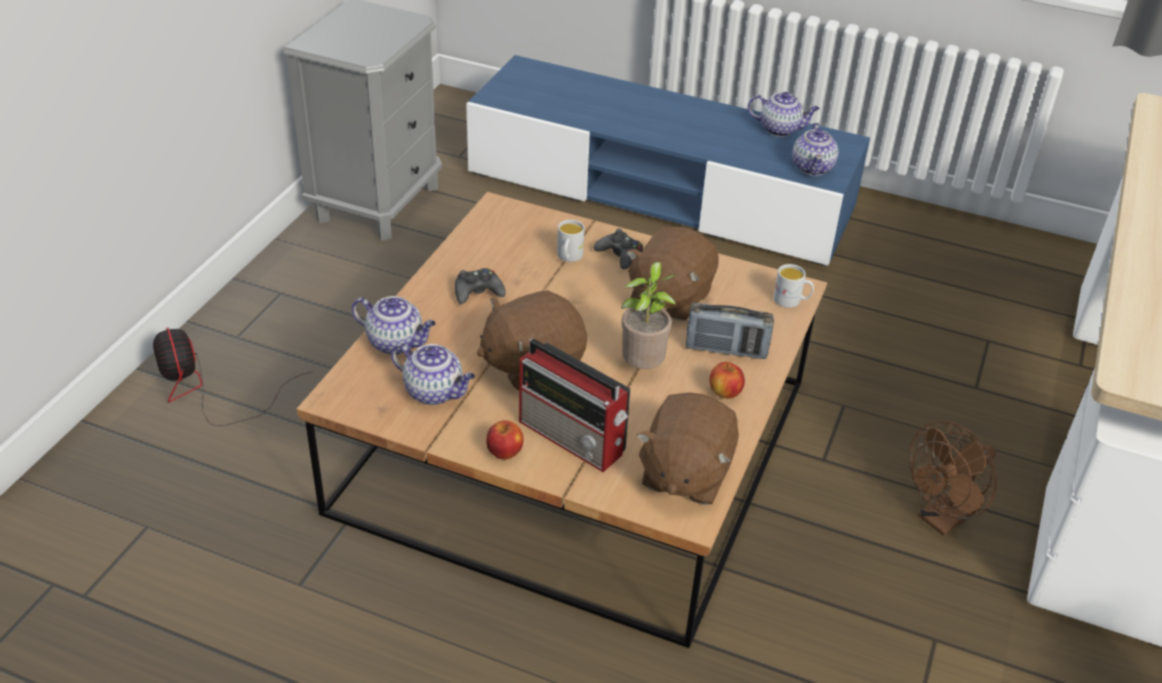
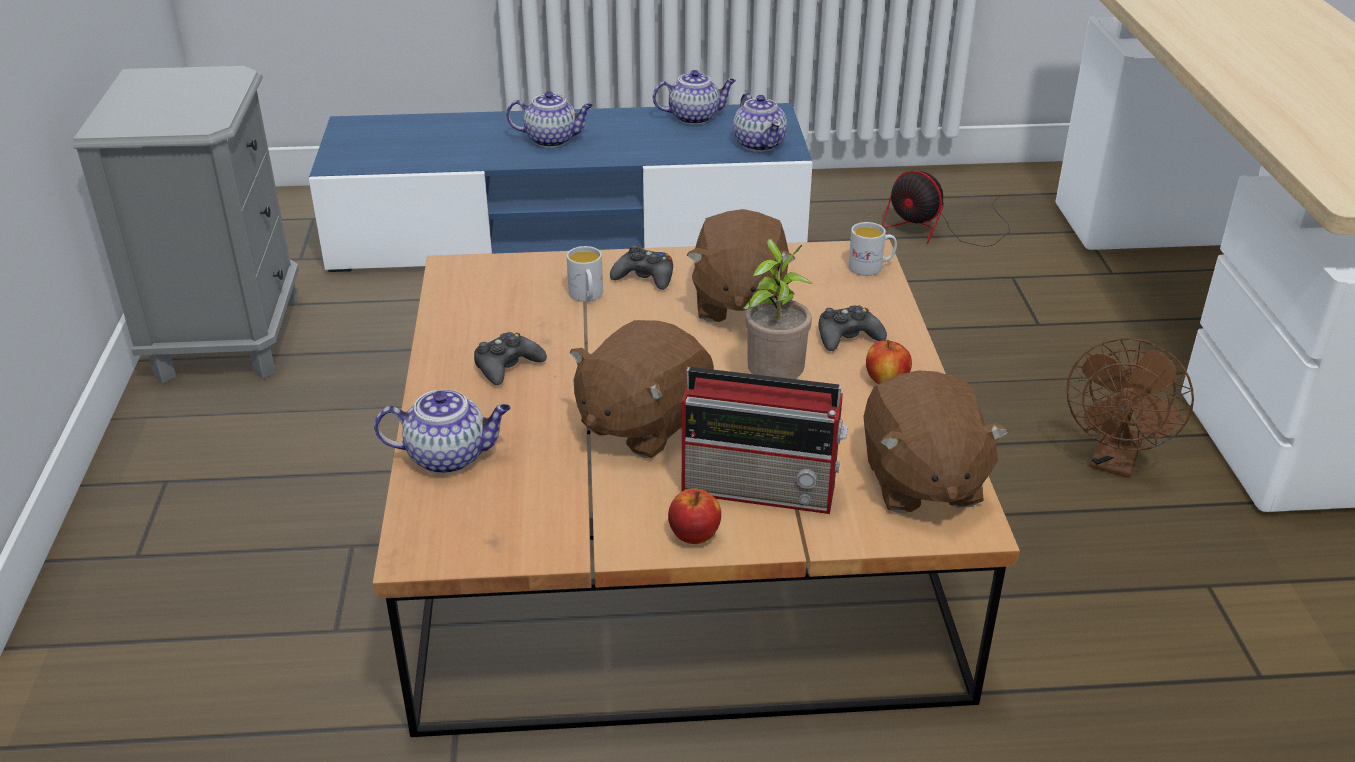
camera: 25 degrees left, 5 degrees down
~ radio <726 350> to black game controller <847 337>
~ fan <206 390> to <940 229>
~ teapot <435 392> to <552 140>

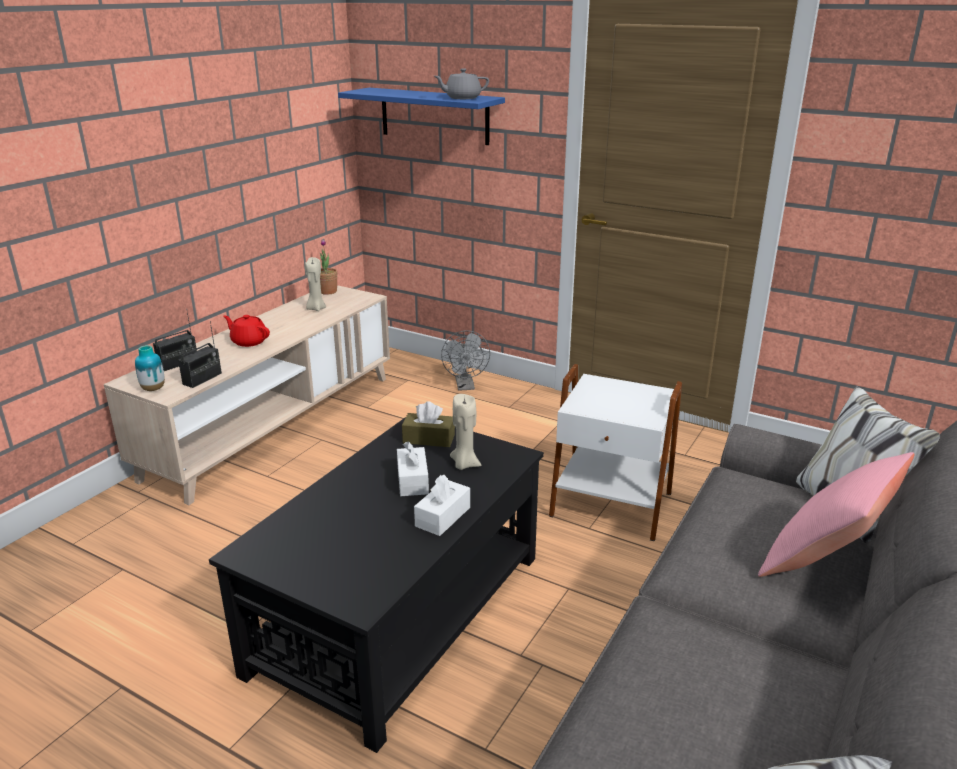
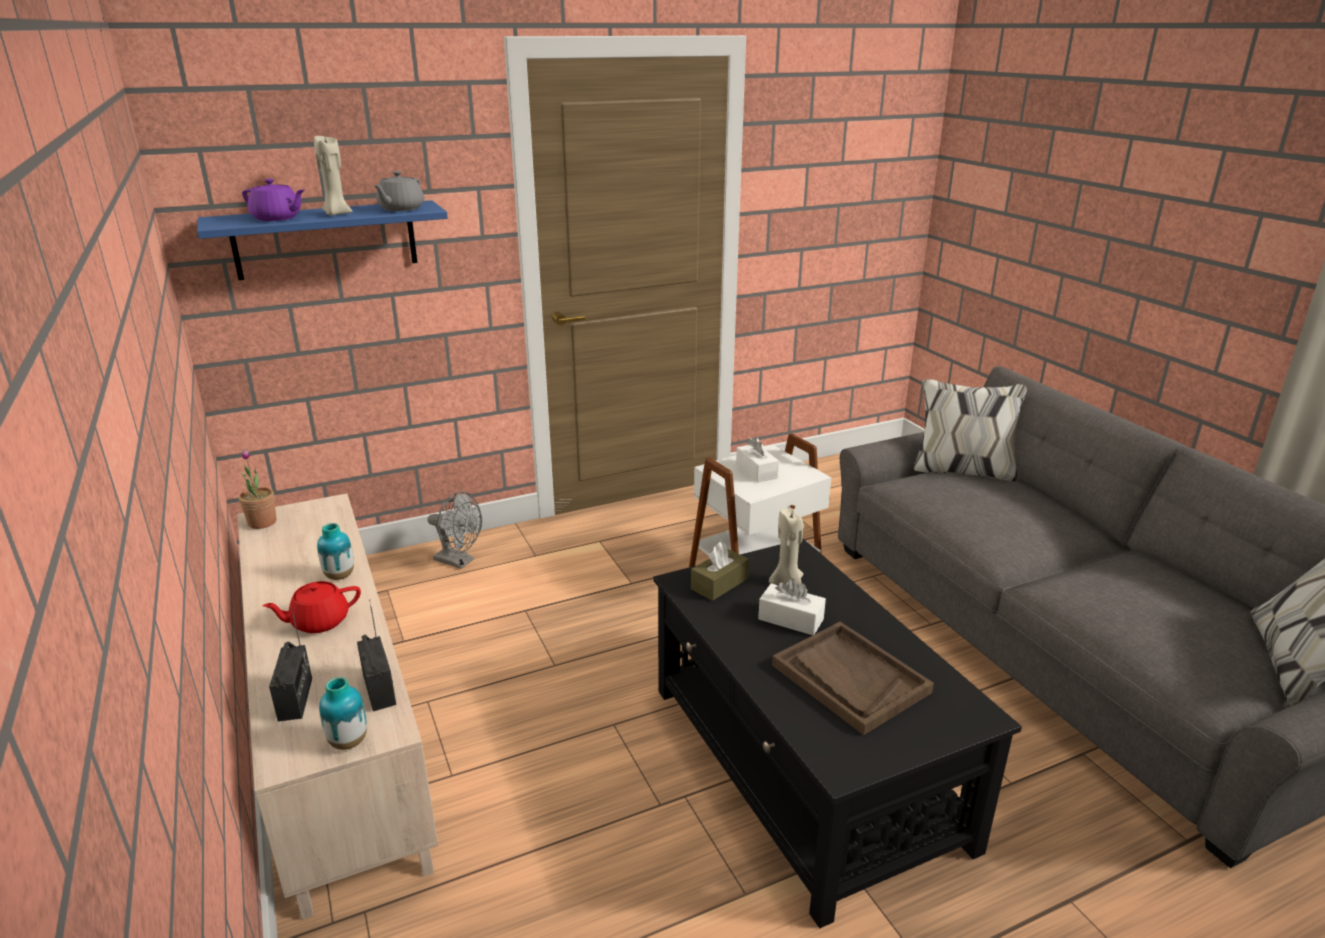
camera: 55 degrees left, 0 degrees up
~ beige candle <316 308> to <336 214>
- pink pillow <824 560>
~ white tissue box <443 517> to <756 471>
+ purple teapot <277 218>
+ vase <339 576>
+ brown tray <849 678>

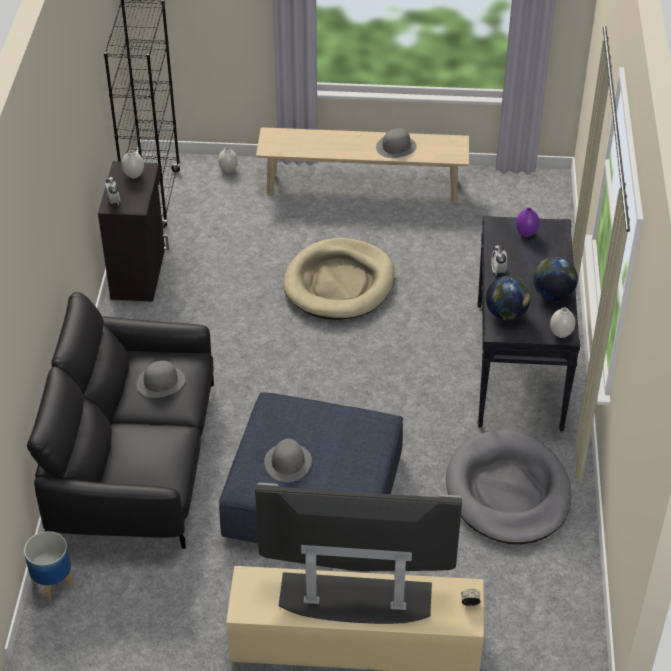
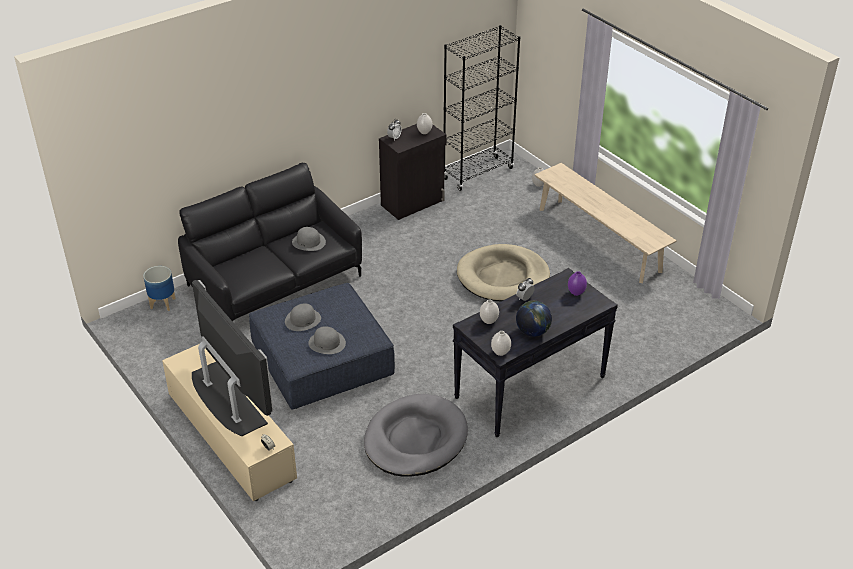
camera: 50 degrees right, 5 degrees down
~ grey hat <396 147> to <327 343>
~ globe <506 314> to white vase <489 321>

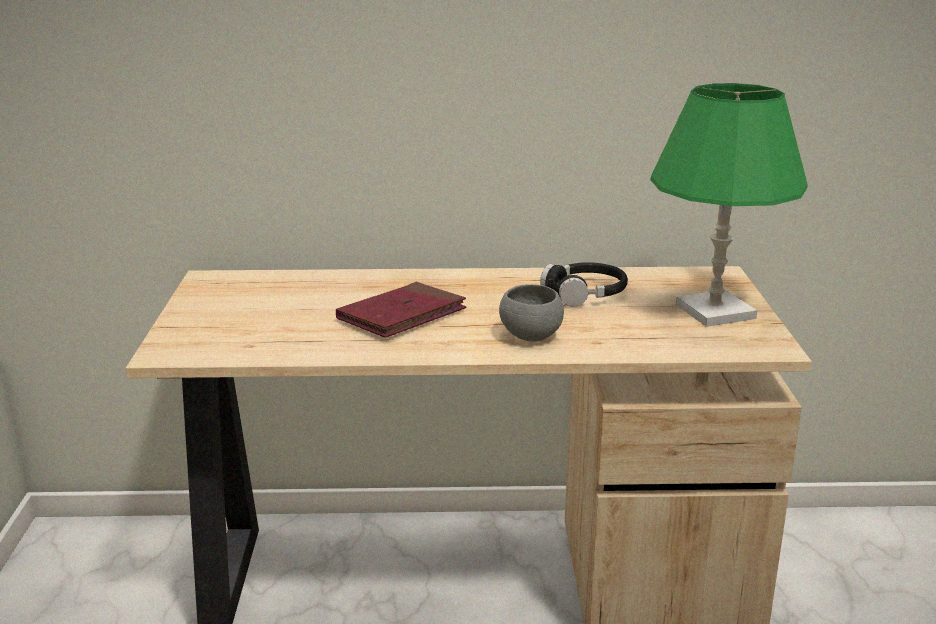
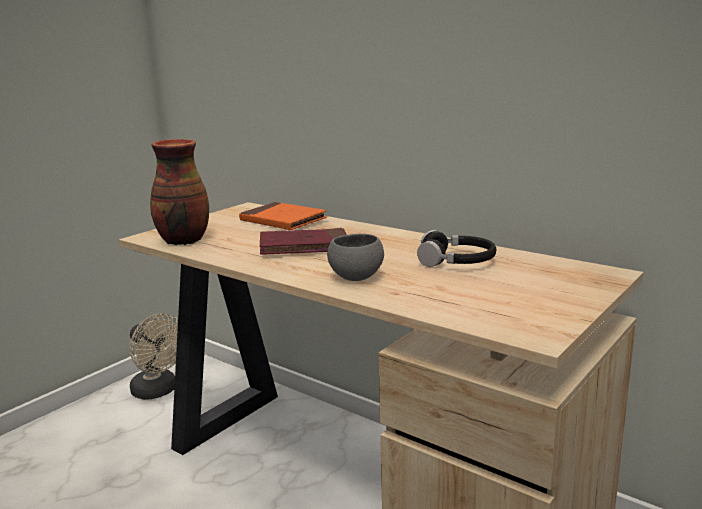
camera: 40 degrees right, 5 degrees down
- green table lamp <714 311>
+ vase <182 240>
+ orange book <283 220>
+ beige fan <159 391>

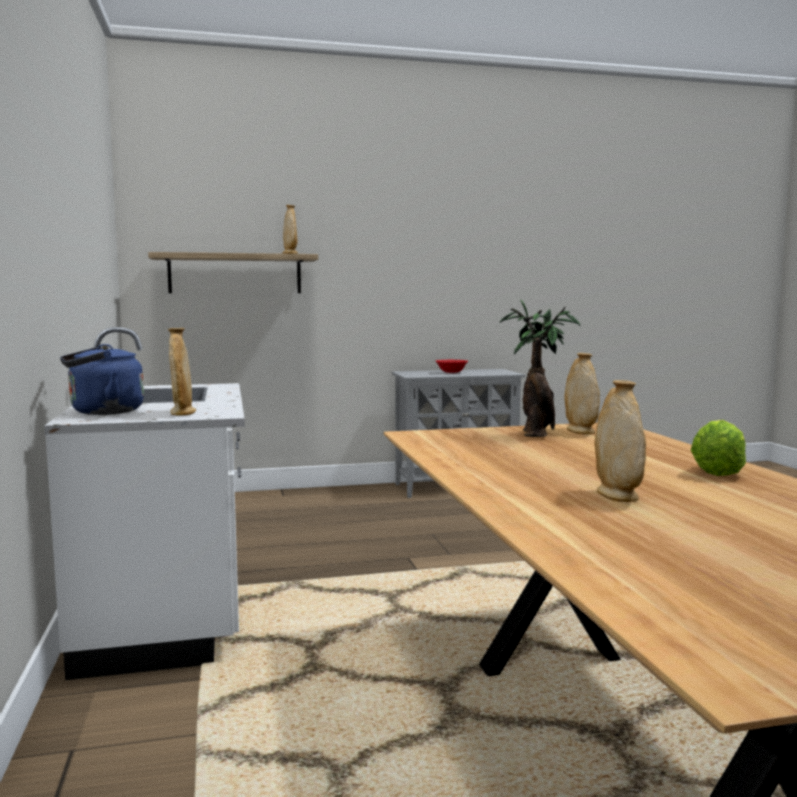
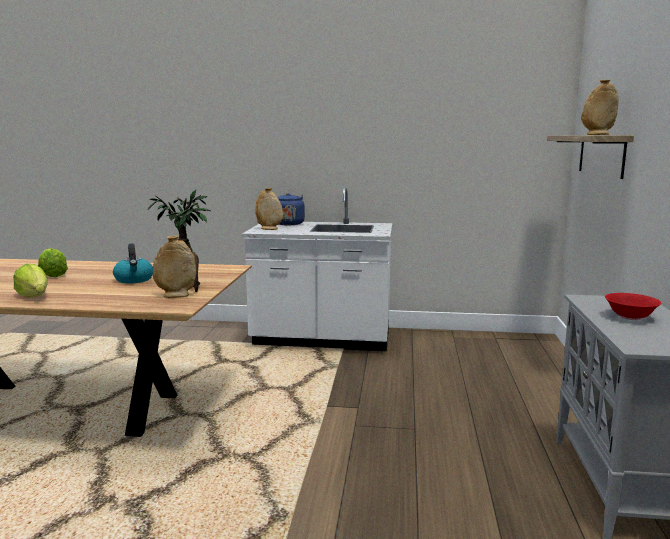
camera: 110 degrees right, 5 degrees up
~ beige vase <617 496> to lettuce <53 275>
+ kettle <134 280>

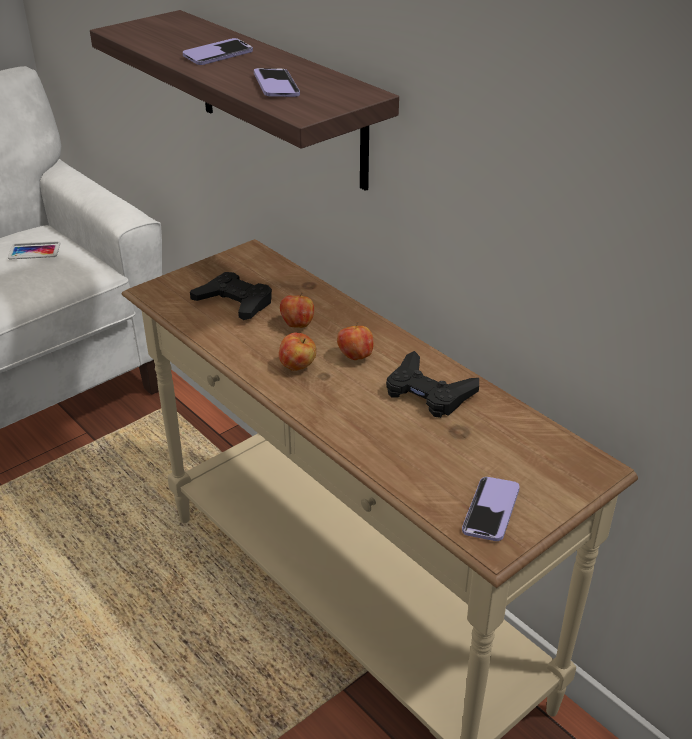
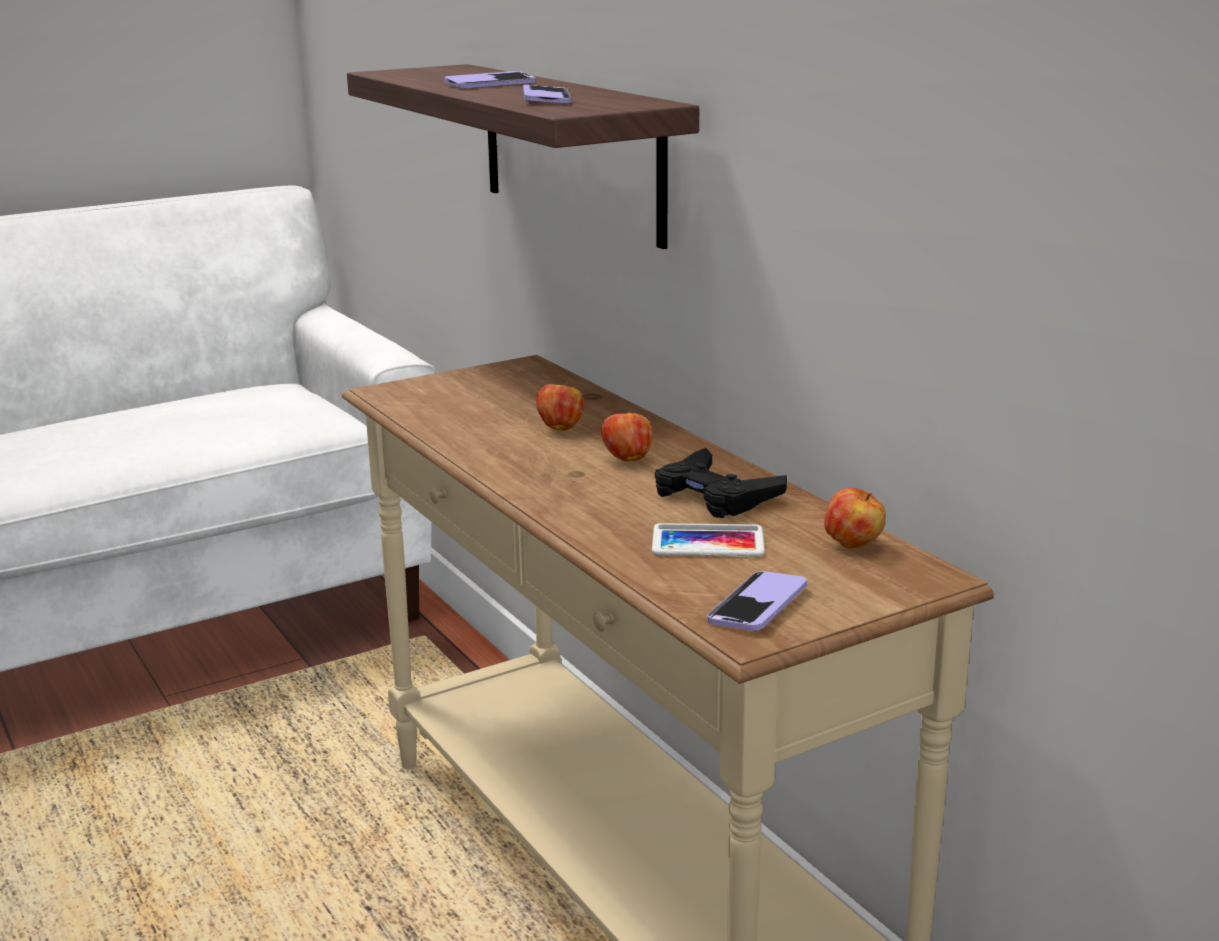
camera: 10 degrees right, 15 degrees down
~ phone <34 251> to <708 542>
- black game controller <234 302>
~ apple <298 366> to <853 544>

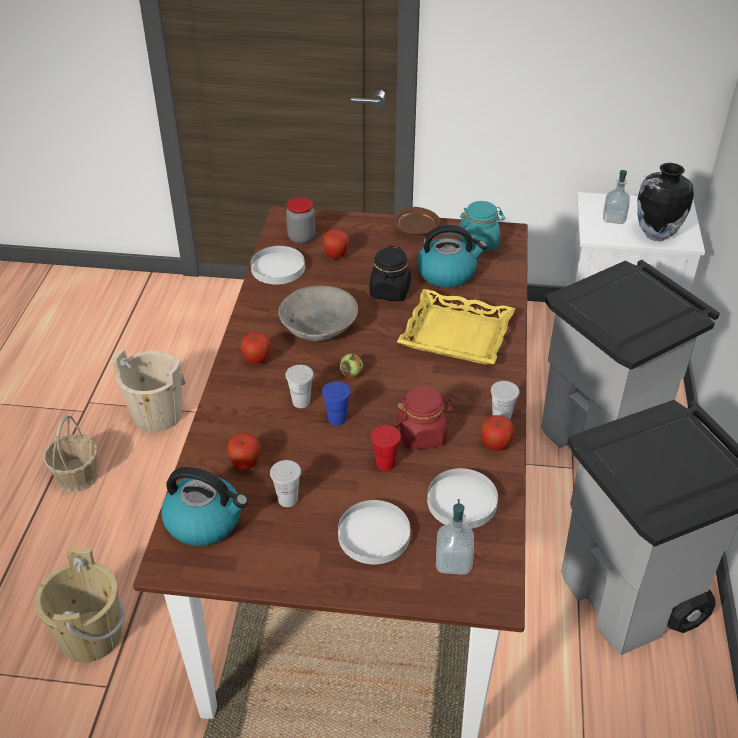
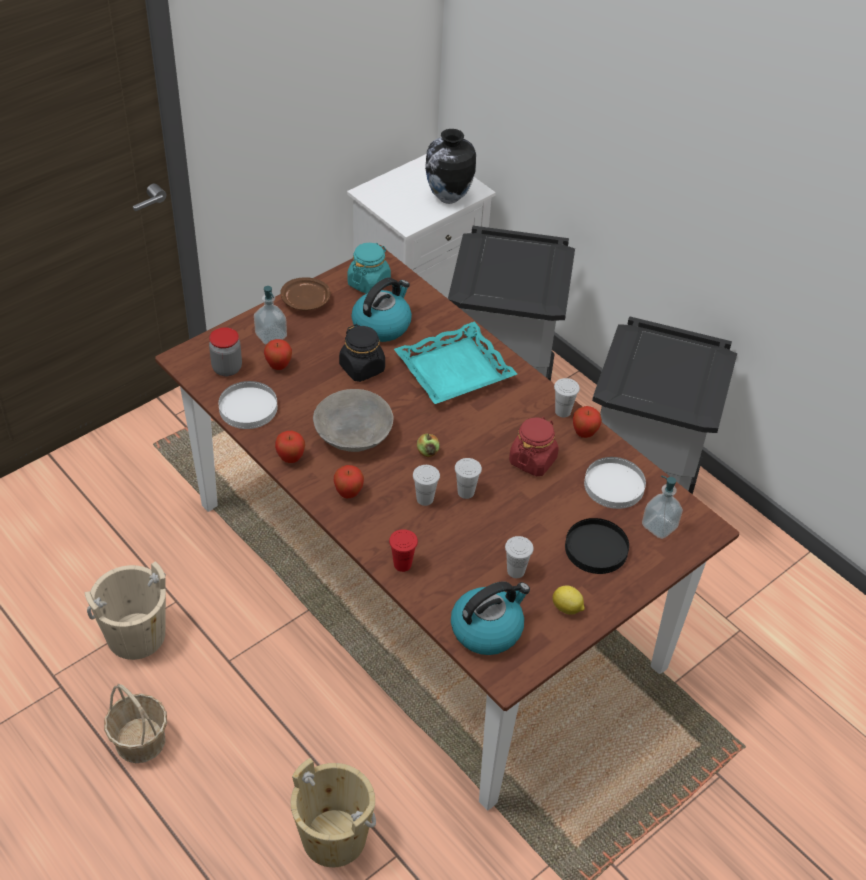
camera: 50 degrees left, 5 degrees up
~ soap dispenser <614 218> to <271 336>
~ yellow tray <456 335> to turquoise tray <454 371>
~ blue cup <337 419> to white cup <466 492>
~ red cup <385 464> to <402 564>
~ apple <245 464> to <291 458>
~ white plate <374 535> to black plate <596 548>
+ lemon <567 608>

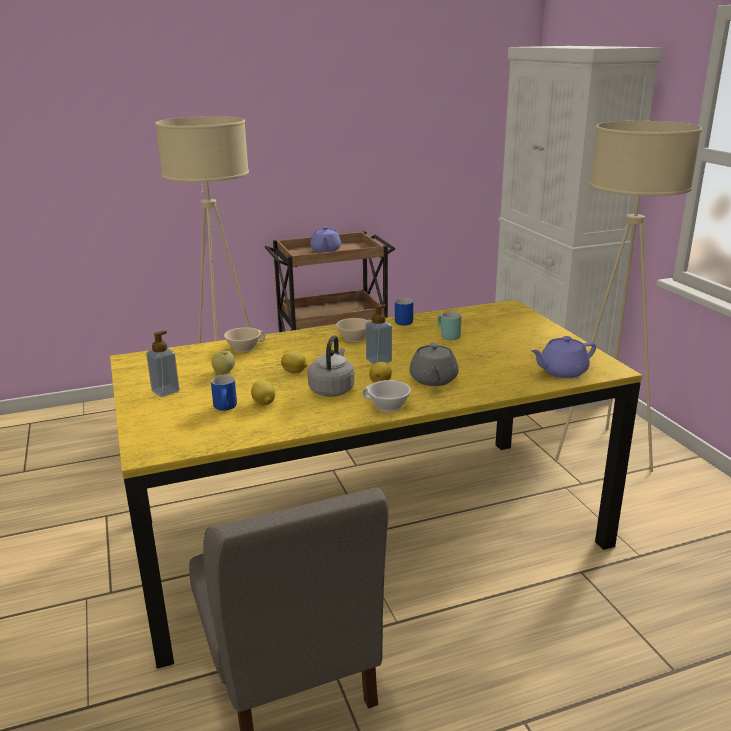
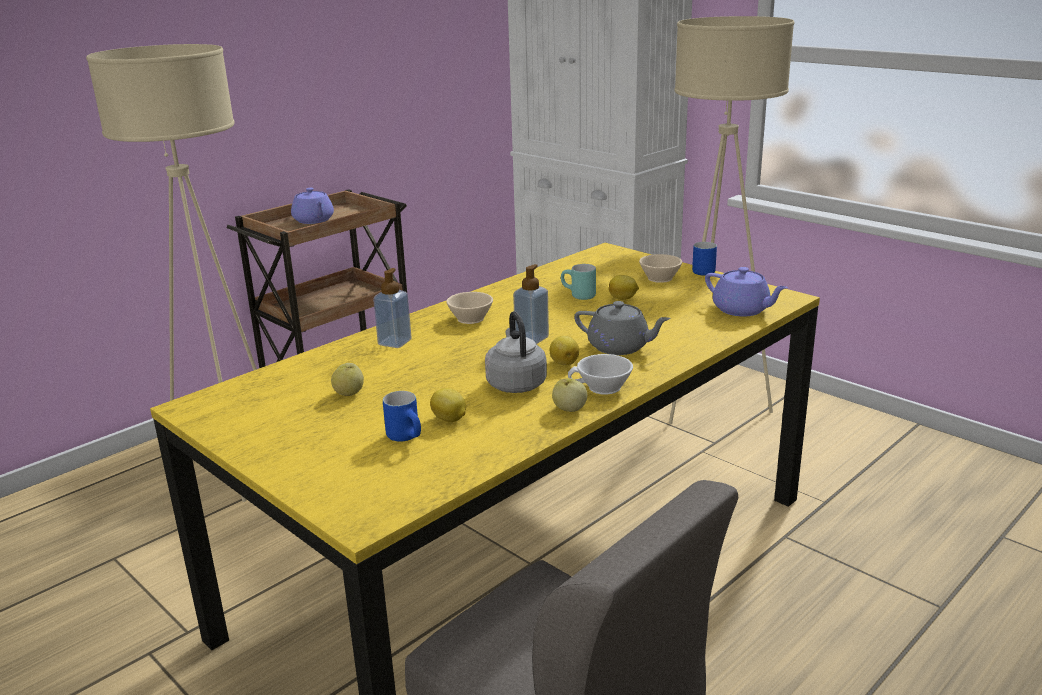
camera: 25 degrees left, 0 degrees up
~ blue mug <403 321> to <700 271>
~ beige cup <244 347> to <659 277>
~ soap dispenser <165 391> to <394 342>
~ purple teapot <561 372> = <742 310> 90 degrees counterclockwise
~ grey teapot <433 380> = <620 347> 45 degrees counterclockwise
~ lemon <294 372> to <623 299>
+ apple <569 409>

